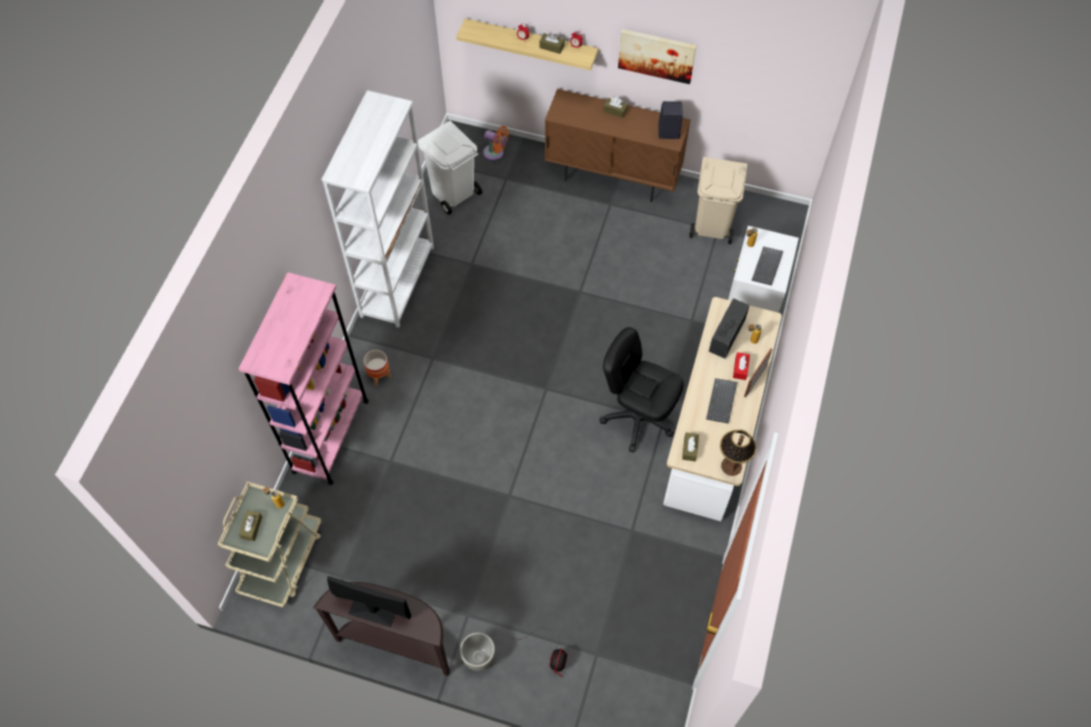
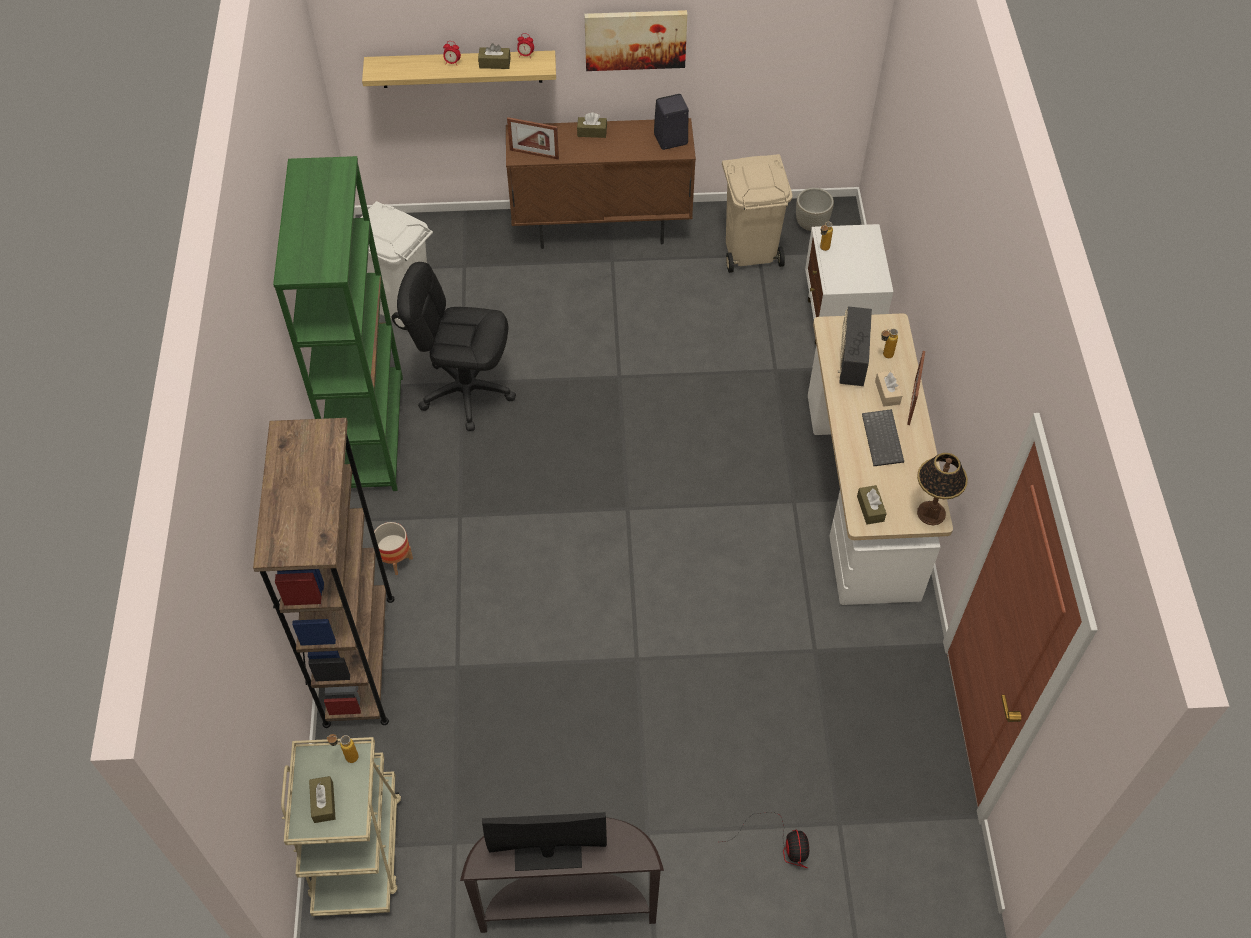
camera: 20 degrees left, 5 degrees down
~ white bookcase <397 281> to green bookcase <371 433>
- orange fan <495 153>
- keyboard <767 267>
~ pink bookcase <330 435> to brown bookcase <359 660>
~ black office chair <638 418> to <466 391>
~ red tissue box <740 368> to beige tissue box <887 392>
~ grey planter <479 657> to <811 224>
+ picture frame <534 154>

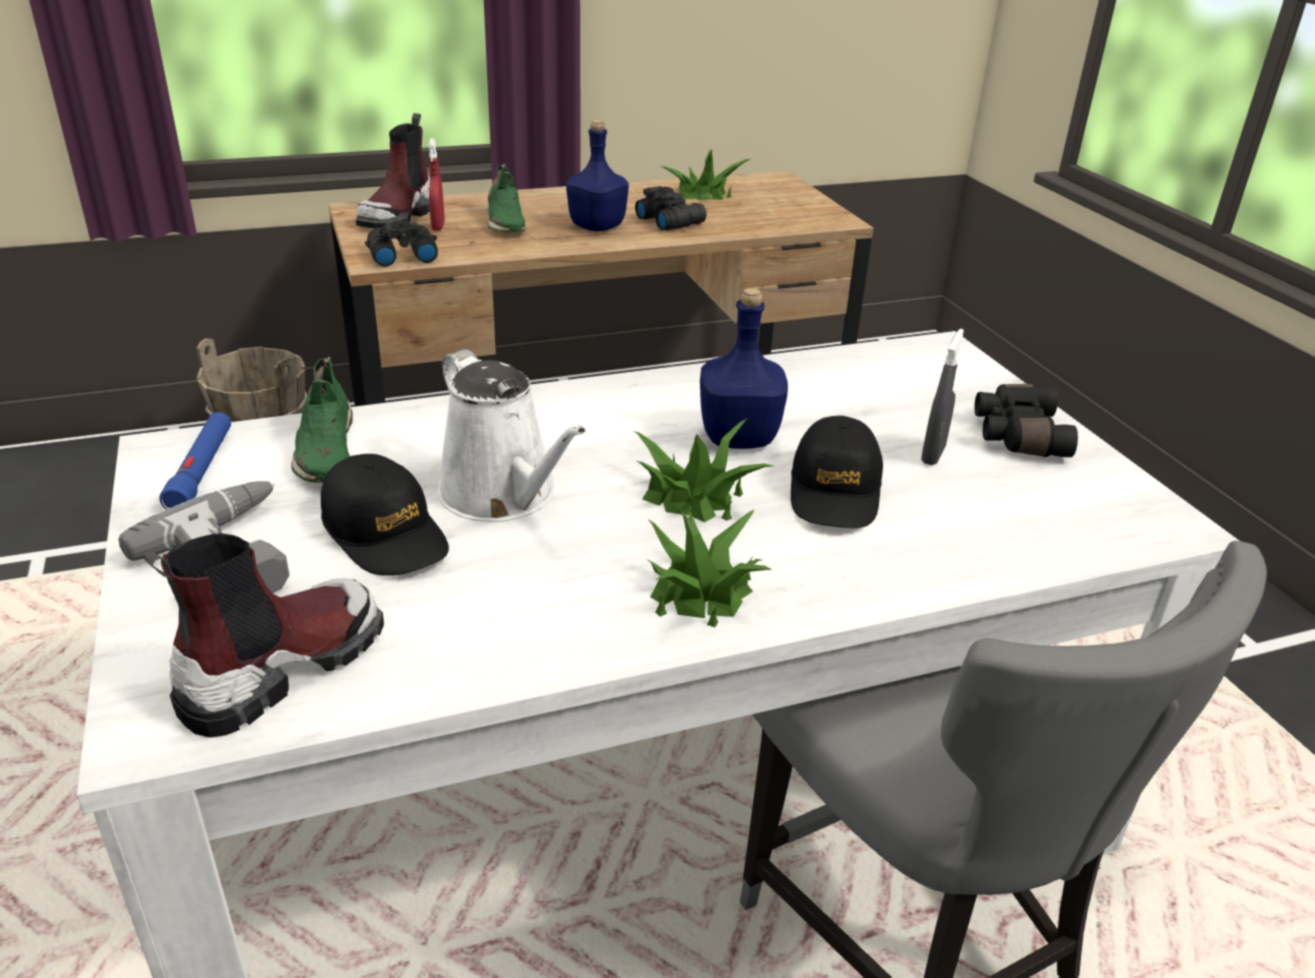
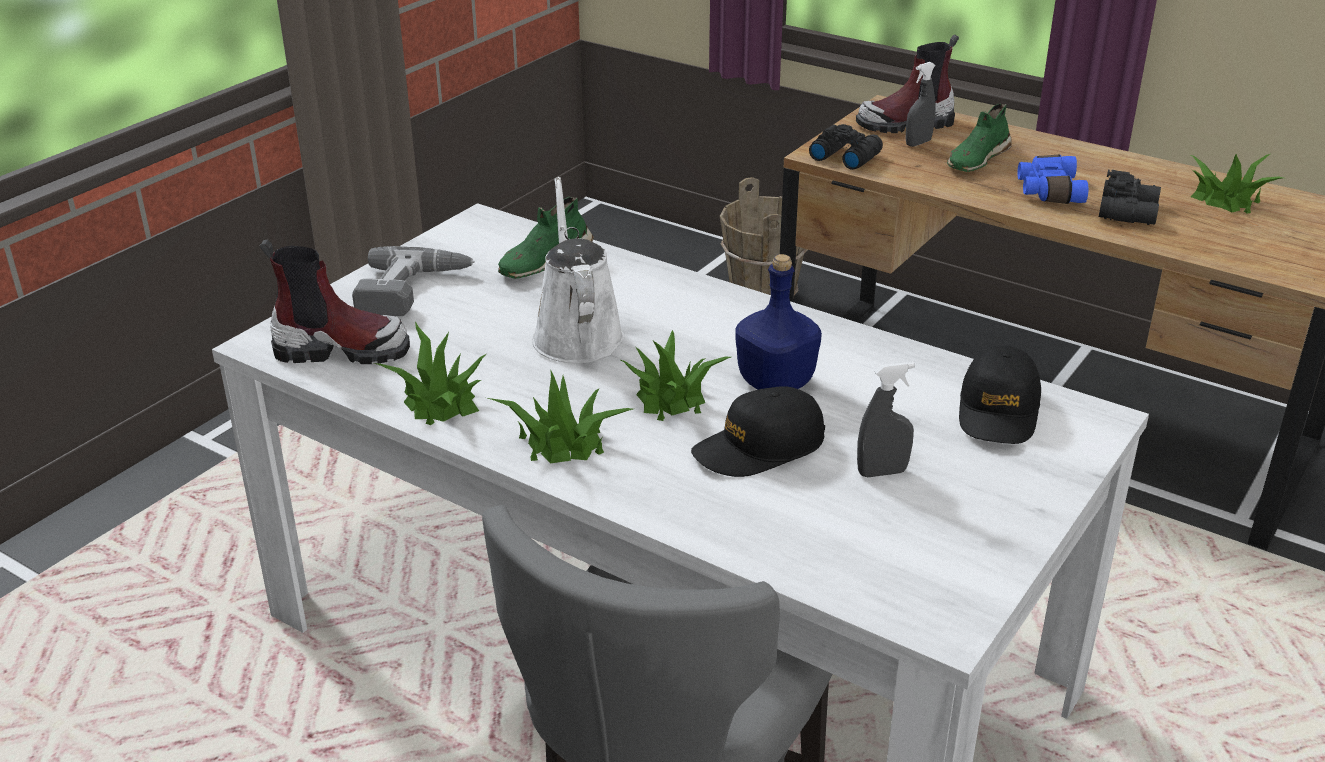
camera: 55 degrees right, 0 degrees up
~ blue bottle <596 226> to blue binoculars <1048 191>
~ red spray bottle <438 226> to grey spray bottle <918 143>
~ white watering can <503 495> = <576 334> 150 degrees clockwise
- black binoculars <1016 435>
- blue flashlight <202 470>
~ black cap <385 533> to <998 411>
+ potted plant <440 400>

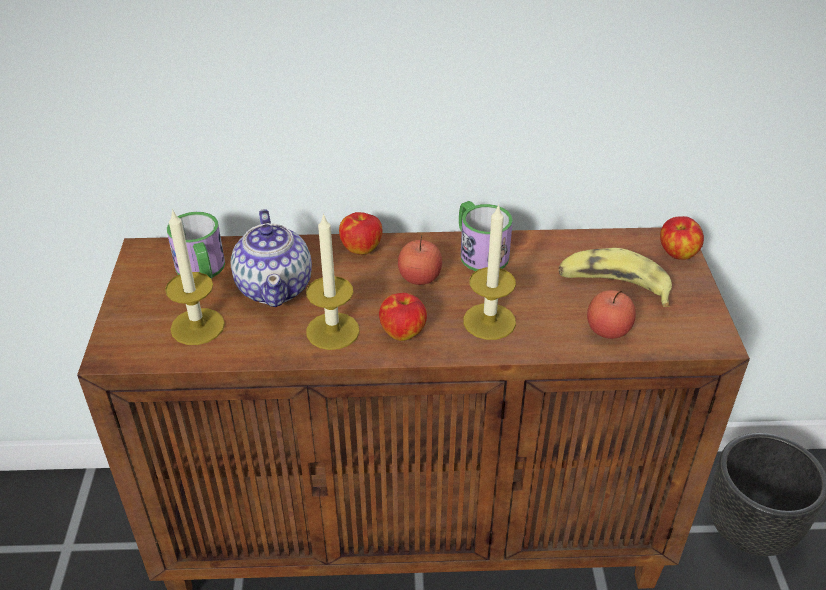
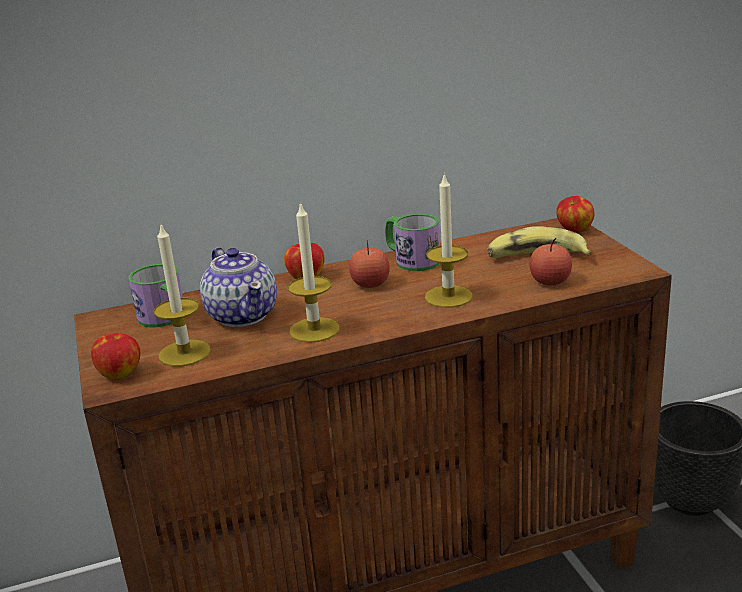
camera: 15 degrees left, 15 degrees down
~ apple <403 332> to <120 374>

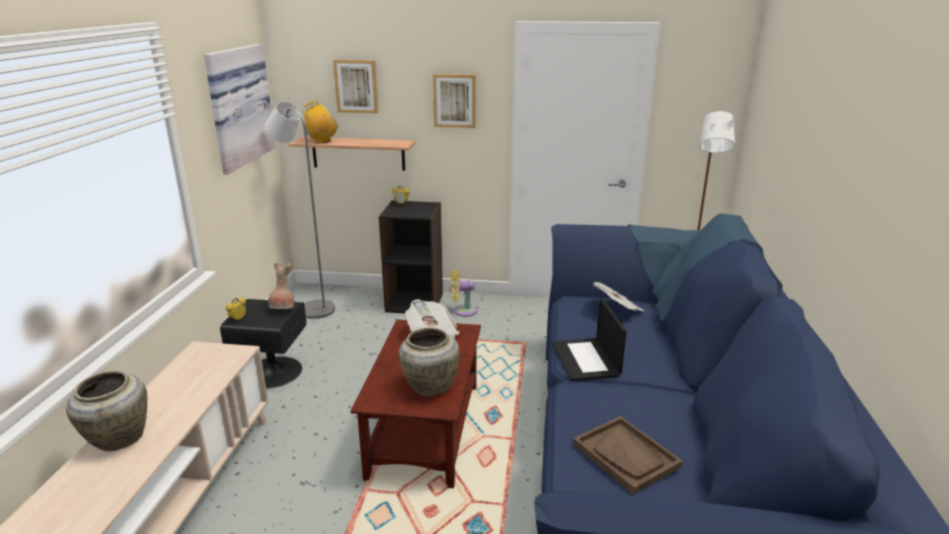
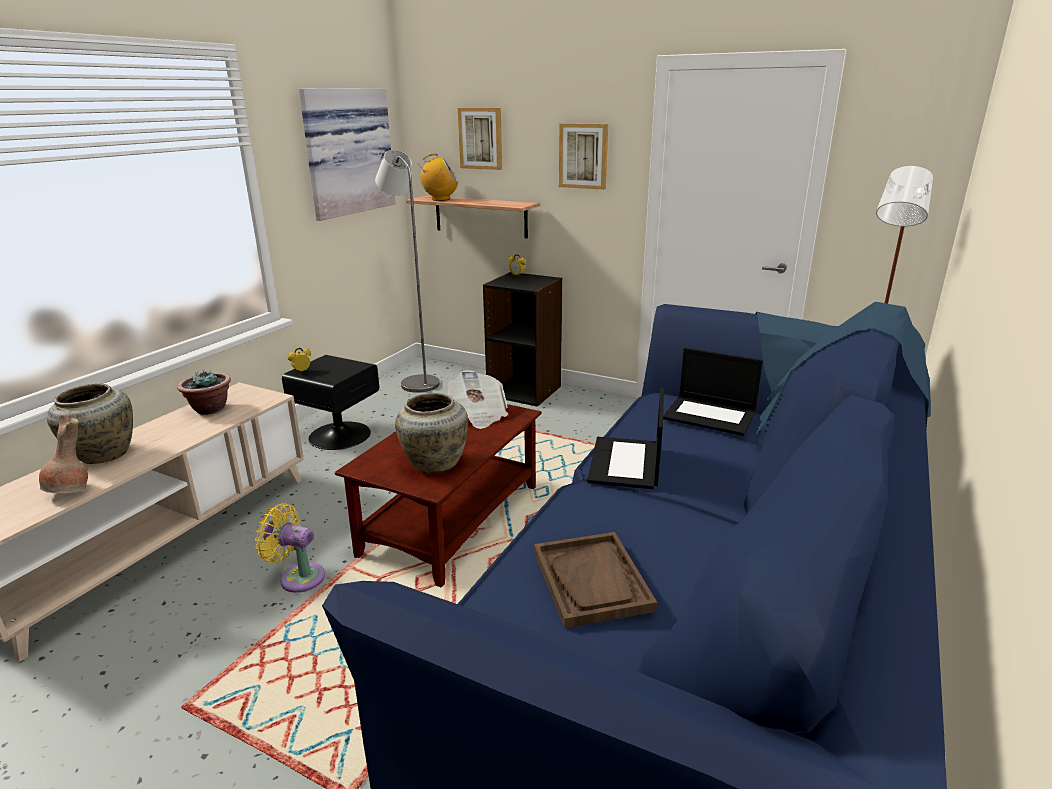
camera: 20 degrees right, 0 degrees up
~ brown vase <283 309> to <70 491>
~ yellow fan <462 311> to <298 577>
~ newspaper <617 309> to laptop <711 415>
+ potted plant <209 409>

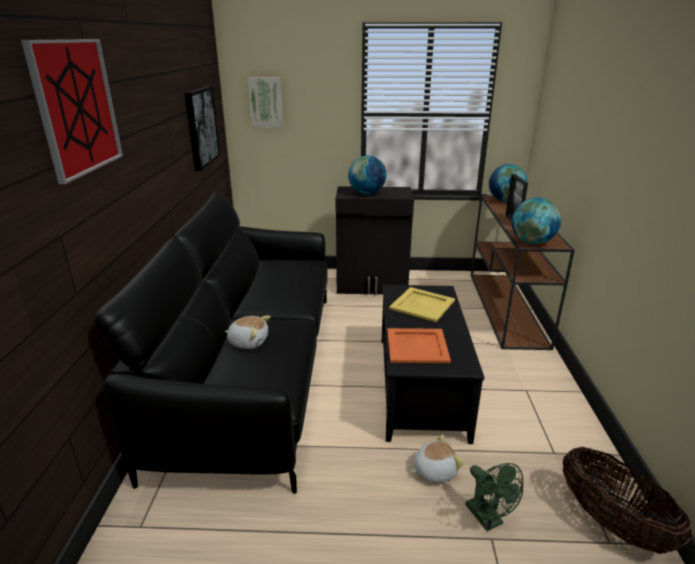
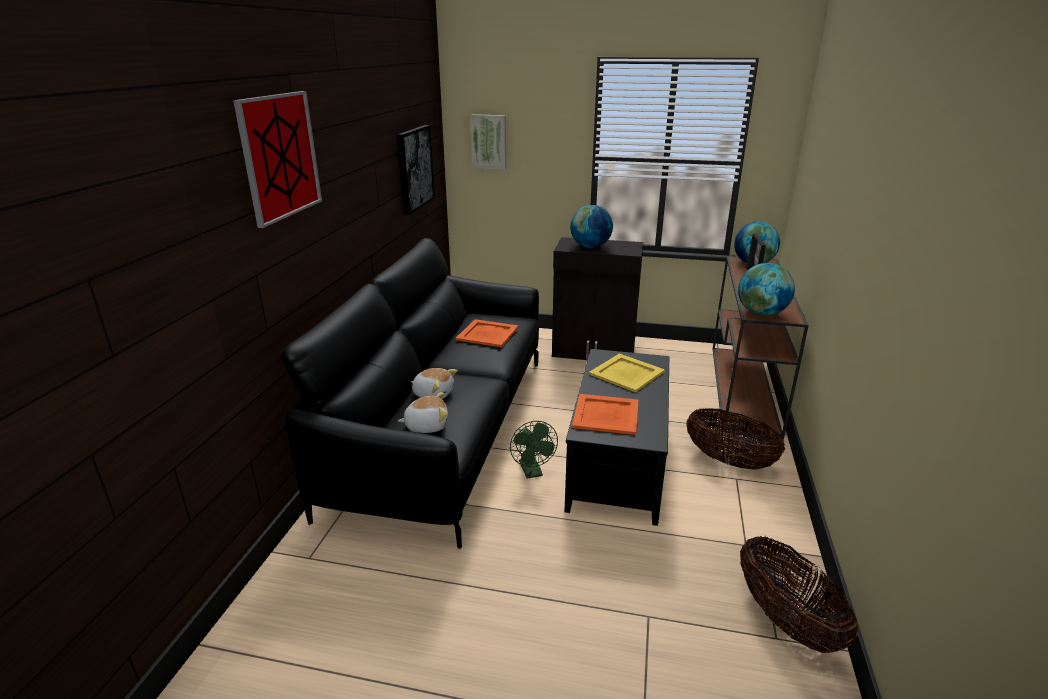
camera: 10 degrees right, 0 degrees up
~ plush toy <434 470> to <426 425>
~ green fan <488 519> to <532 472>
+ orange tray <487 333>
+ basket <729 461>

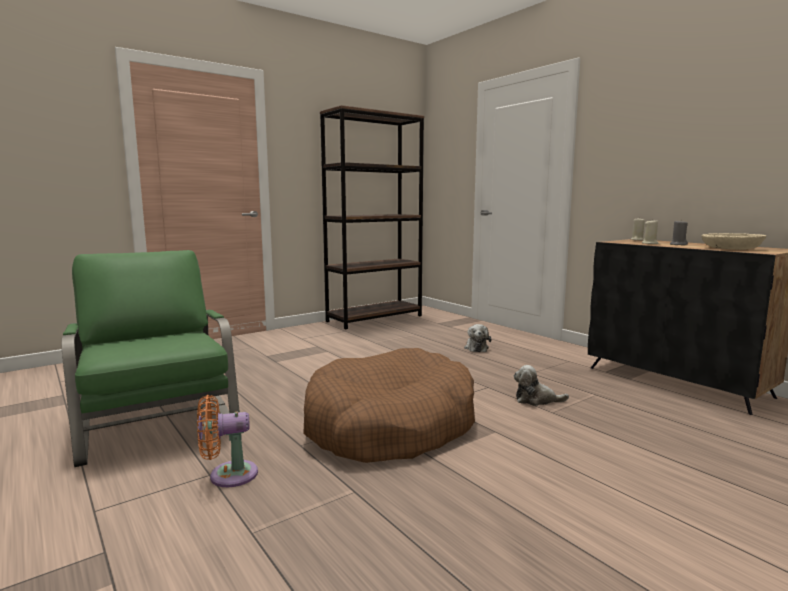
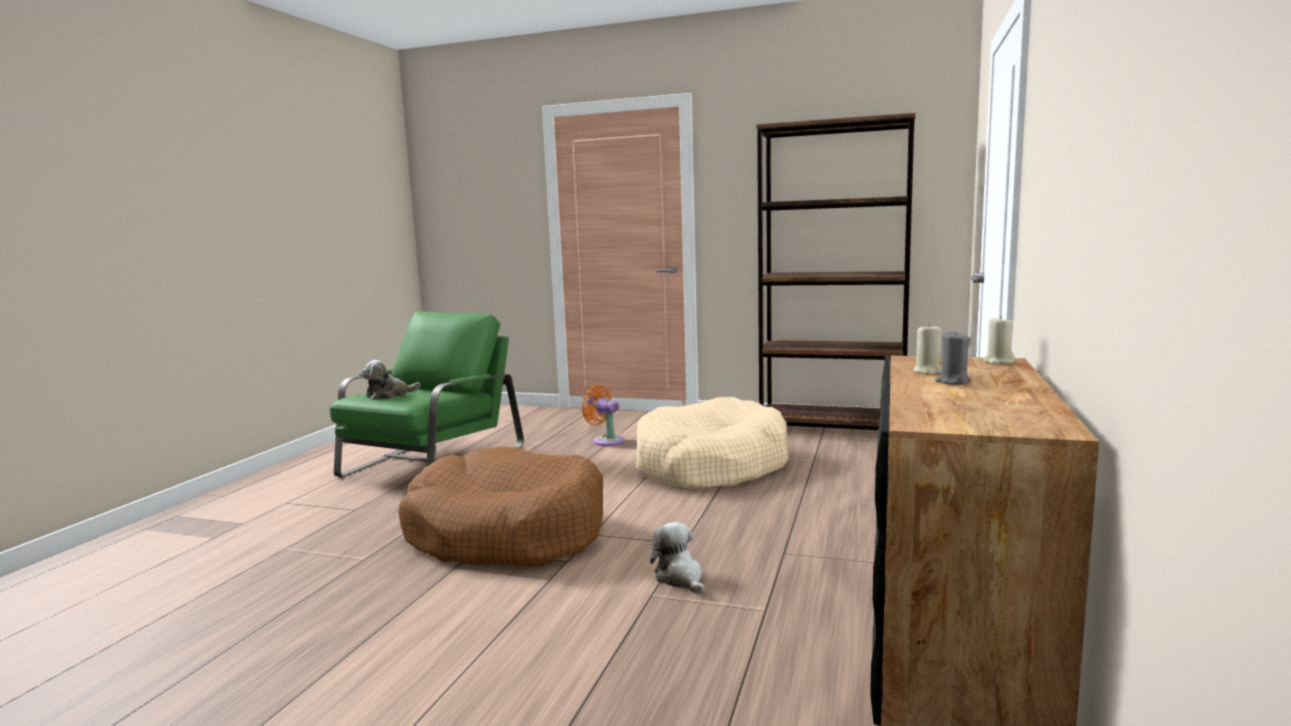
camera: 55 degrees right, 0 degrees up
- beige bowl <731 248>
~ plush toy <476 348> to <389 395>
~ orange fan <228 475> to <606 440>
+ beige dog bed <710 465>

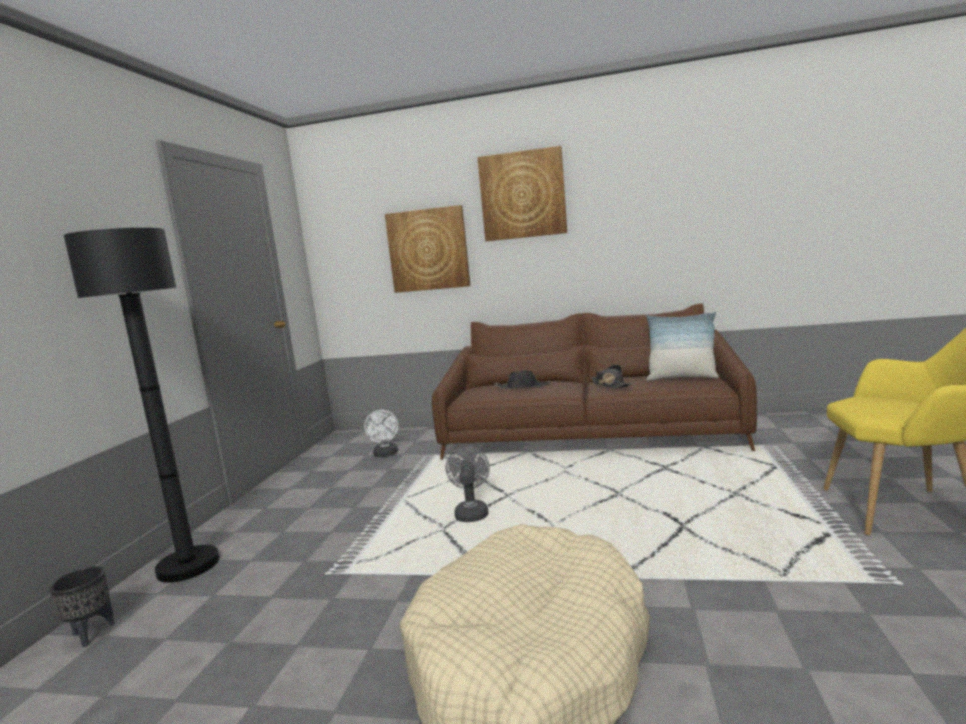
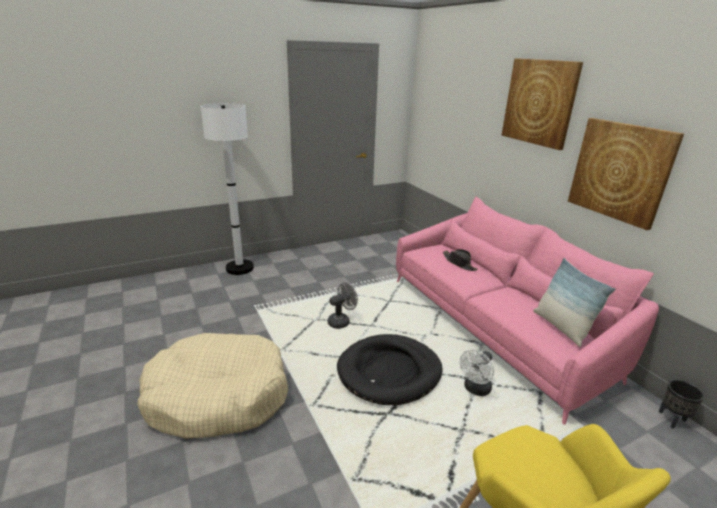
camera: 50 degrees right, 15 degrees up
~ picture <428 250> to <620 171>
~ black floor lamp <188 566> to white floor lamp <240 268>
~ brown sofa <589 437> to pink sofa <495 326>
- black hat <609 385>
~ white fan <386 454> to <475 390>
~ black planter <92 634> to <672 420>
+ black dog bed <389 372>

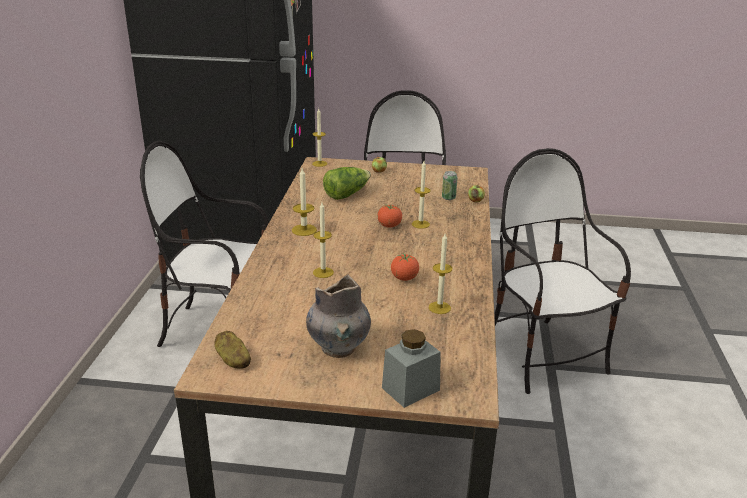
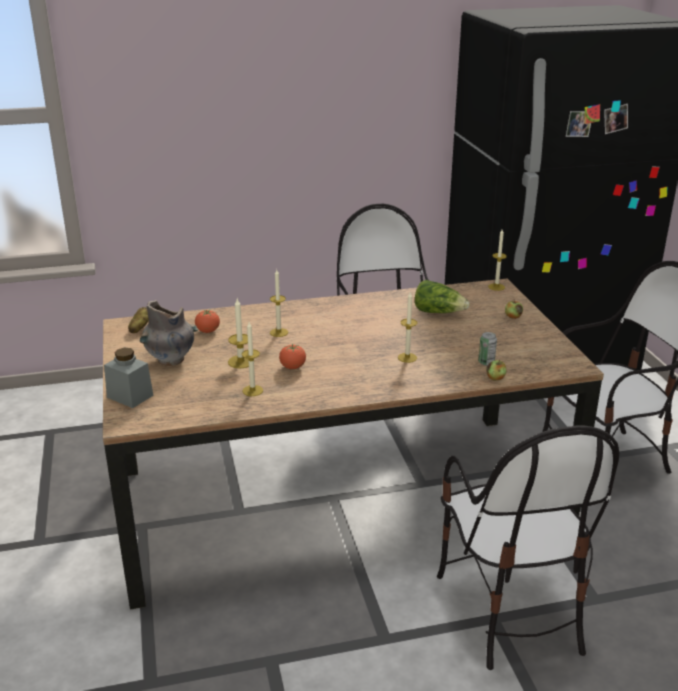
camera: 70 degrees right, 0 degrees up
~ chair <544 355> = <510 610> 120 degrees clockwise
~ candle <304 230> to <241 361>
~ tomato <389 226> to <208 331>

